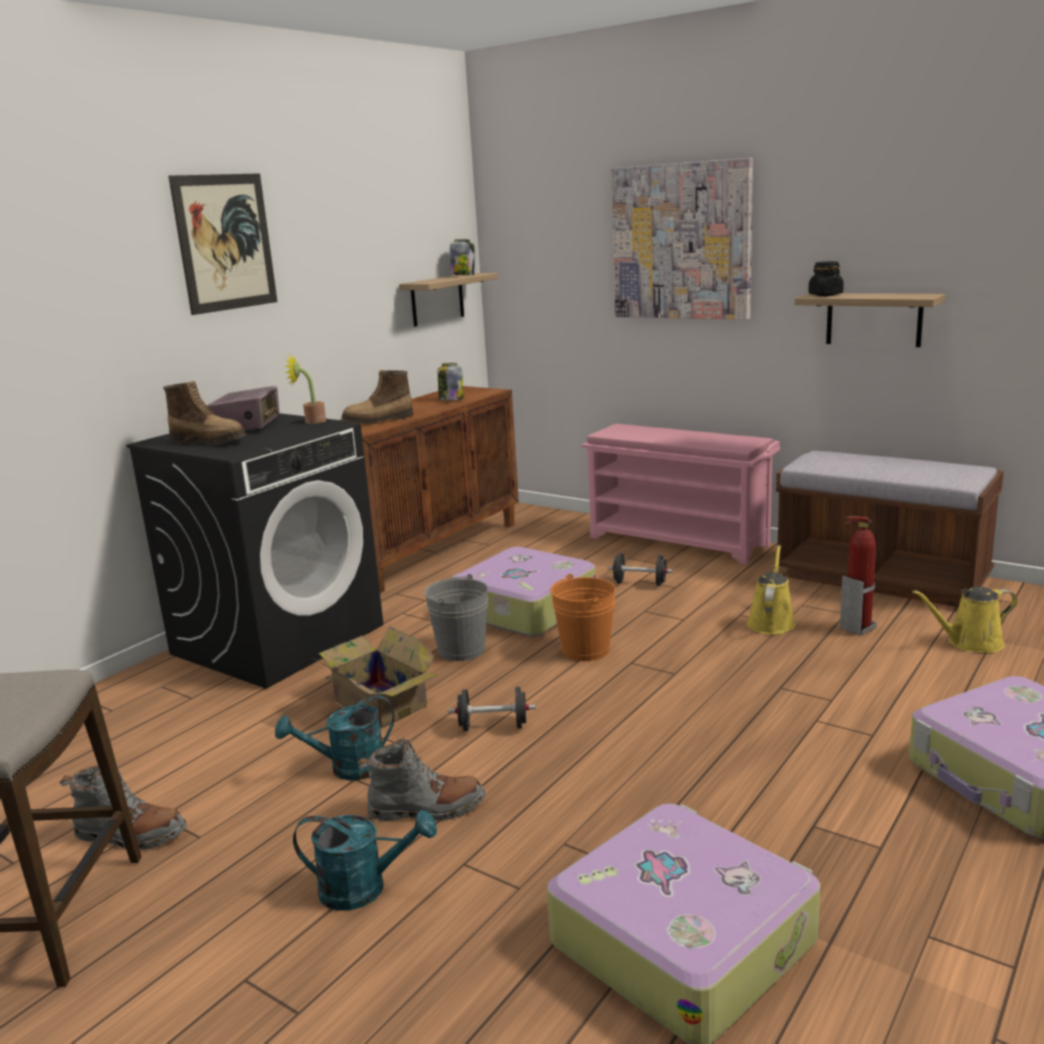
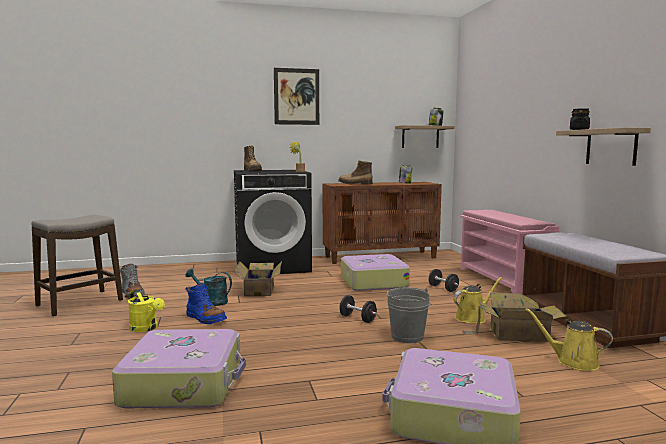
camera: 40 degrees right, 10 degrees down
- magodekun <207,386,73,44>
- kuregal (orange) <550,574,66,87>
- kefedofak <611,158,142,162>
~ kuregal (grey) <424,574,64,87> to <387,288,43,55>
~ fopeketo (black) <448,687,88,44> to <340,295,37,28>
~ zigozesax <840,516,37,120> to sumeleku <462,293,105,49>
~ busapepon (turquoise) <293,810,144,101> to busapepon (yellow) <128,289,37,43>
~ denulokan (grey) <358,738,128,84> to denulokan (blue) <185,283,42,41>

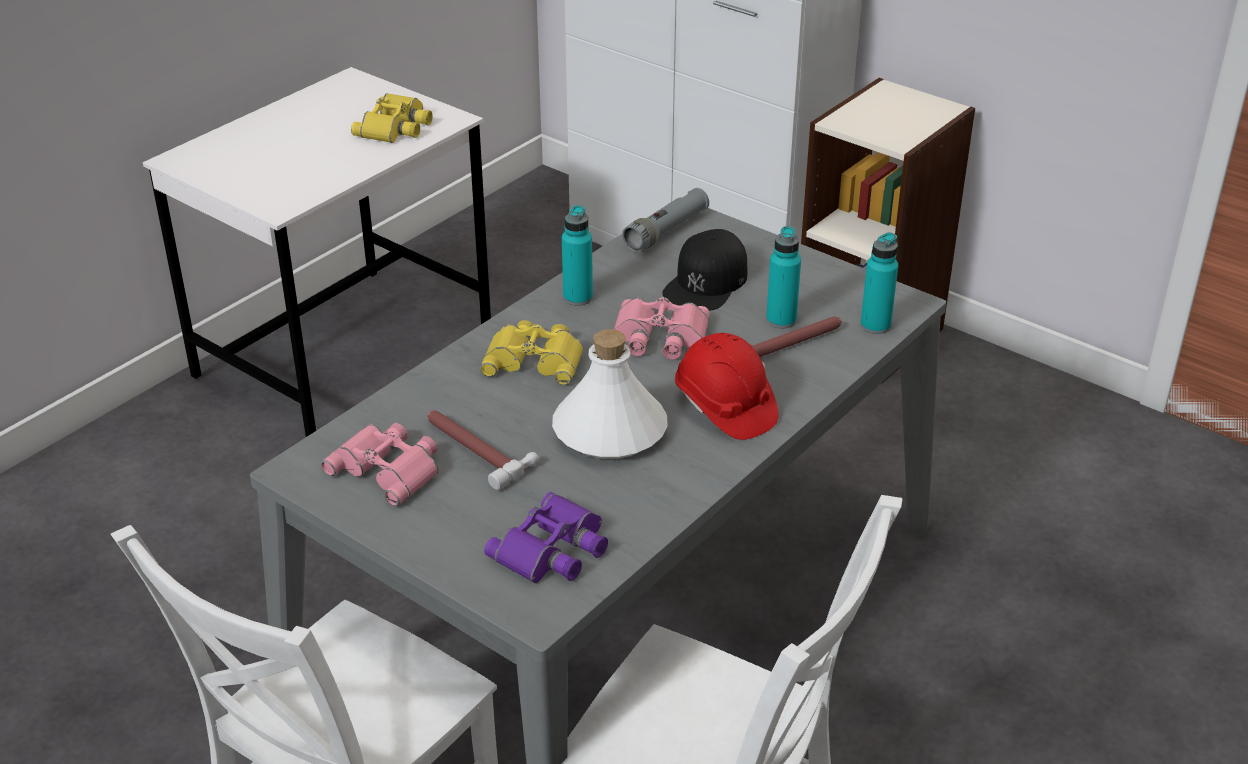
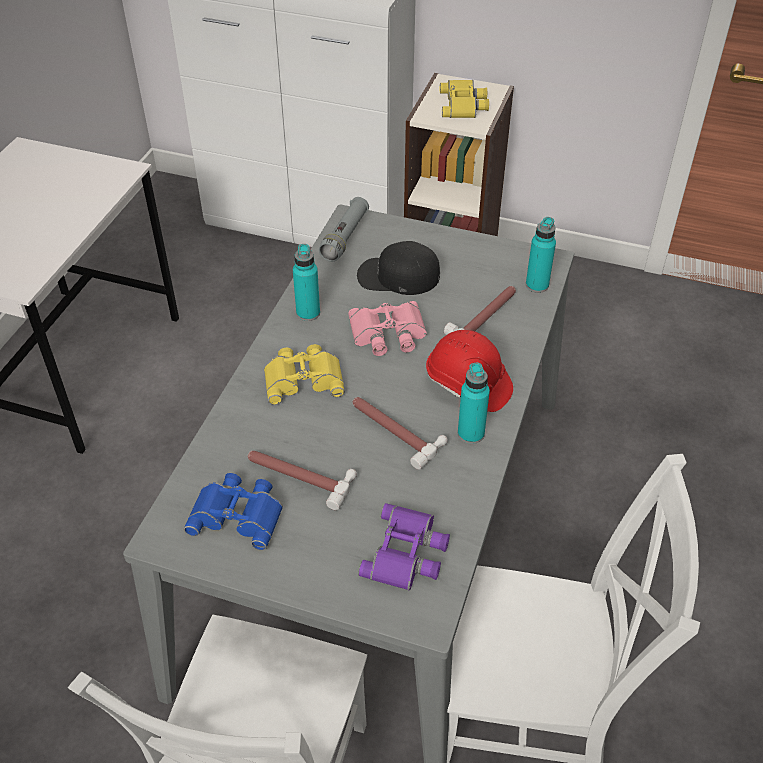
camera: 20 degrees left, 10 degrees up
~ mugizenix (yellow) <351,93,82,50> to <440,80,49,38>
~ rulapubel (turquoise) <766,226,35,102> to <458,363,32,81>
~ rulapubel (white) <552,329,116,130> to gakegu <352,397,96,73>
~ mugizenix (pink) <321,423,118,83> to mugizenix (blue) <184,473,99,77>
~ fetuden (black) <662,229,85,82> = <357,241,83,54> 90 degrees clockwise

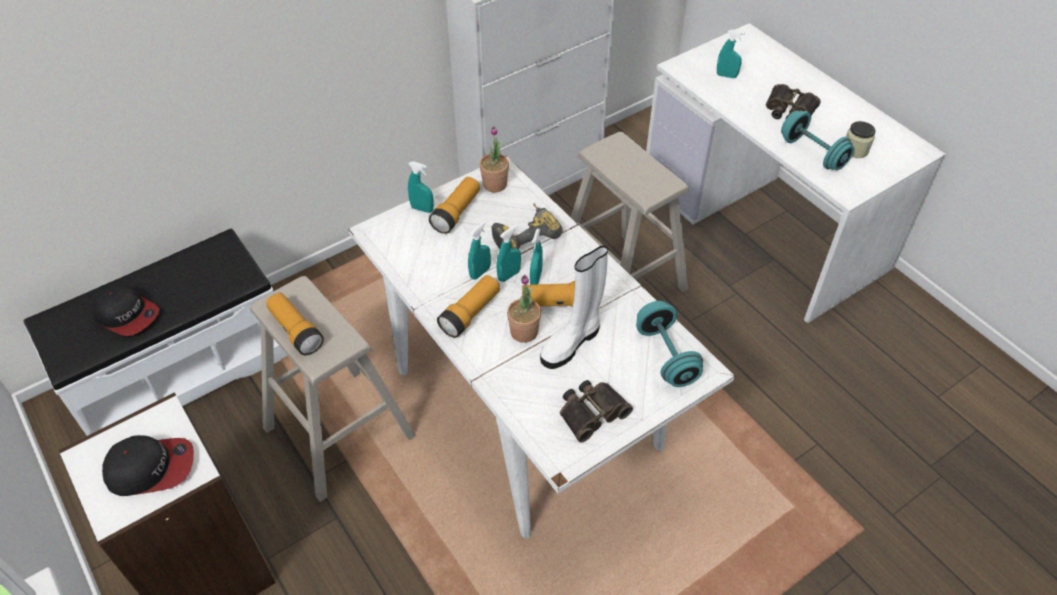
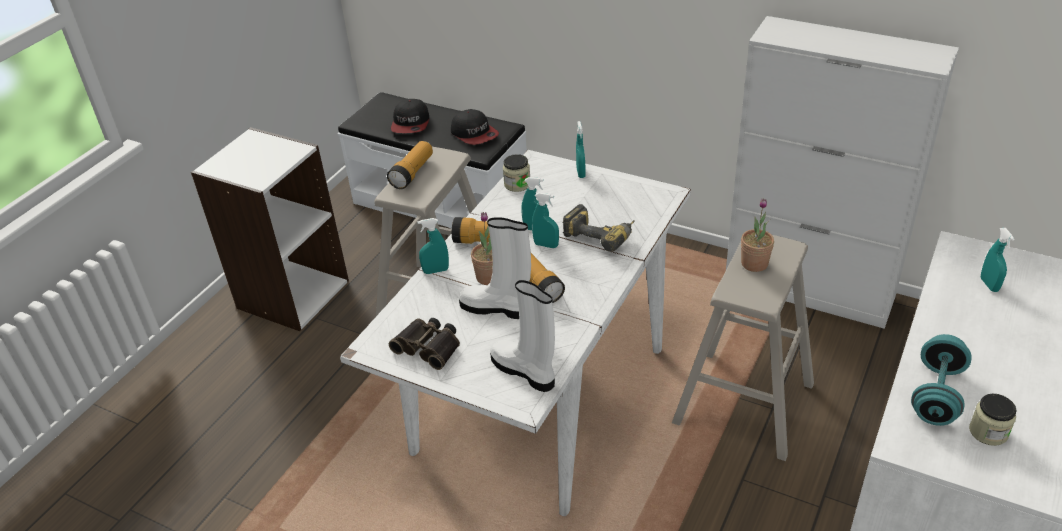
camera: 65 degrees right, 10 degrees down
- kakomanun <429,177,51,57>
- mugizenix <766,84,55,35>
+ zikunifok <503,154,27,38>
~ fetuden <102,435,92,61> to <451,109,48,36>
~ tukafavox <480,126,29,66> to <741,198,33,74>
~ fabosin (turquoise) <530,229,13,56> to <417,218,32,56>
~ fopeketo (turquoise) <636,301,67,86> to denulokan (white) <490,280,65,112>

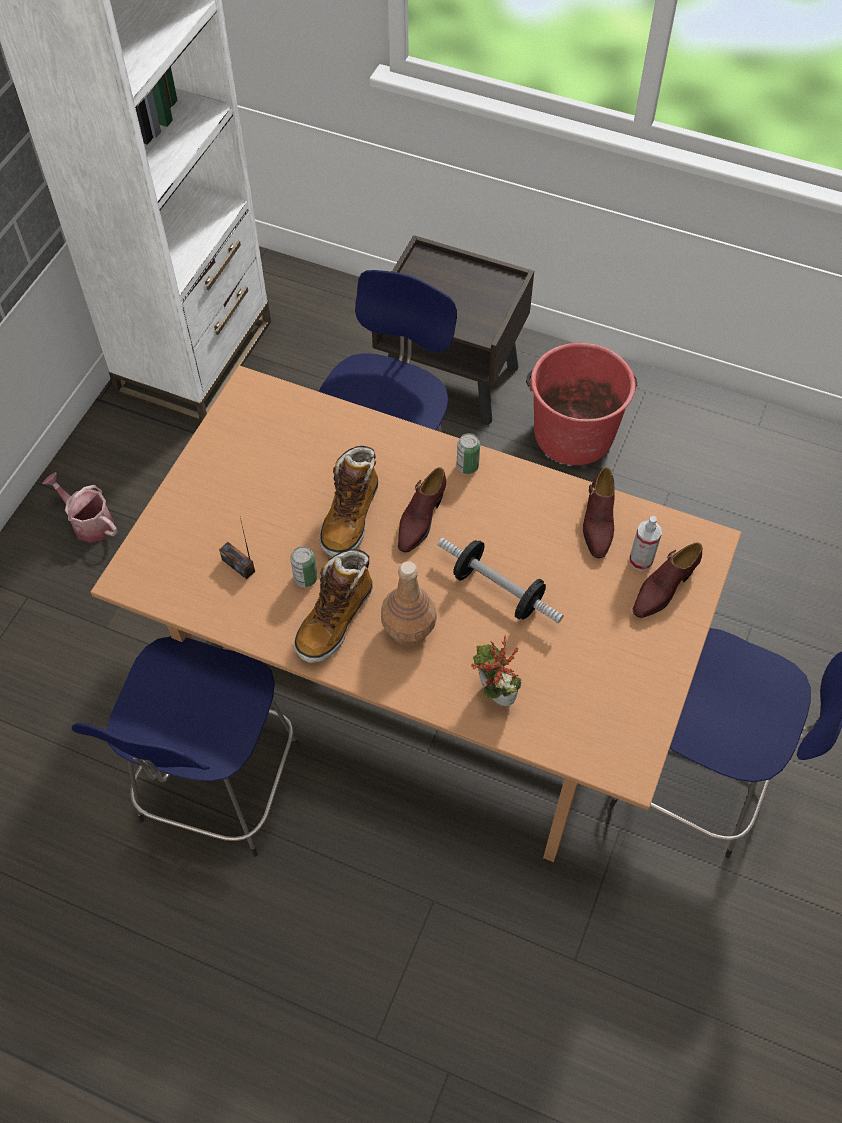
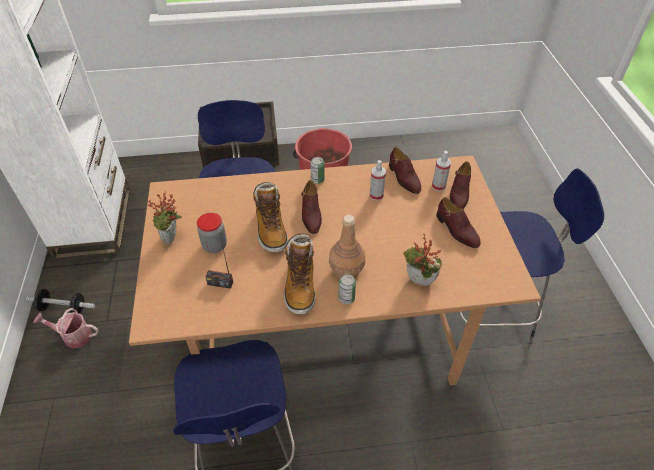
camera: 30 degrees left, 10 degrees down
+ tukafavox <147,191,35,54>
+ zikunifok <197,213,30,40>
+ fabosin <370,160,16,41>
+ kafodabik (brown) <437,197,44,51>
~ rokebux <290,546,27,41> to <338,274,18,30>
~ fopeketo <438,538,126,85> to <26,289,69,25>

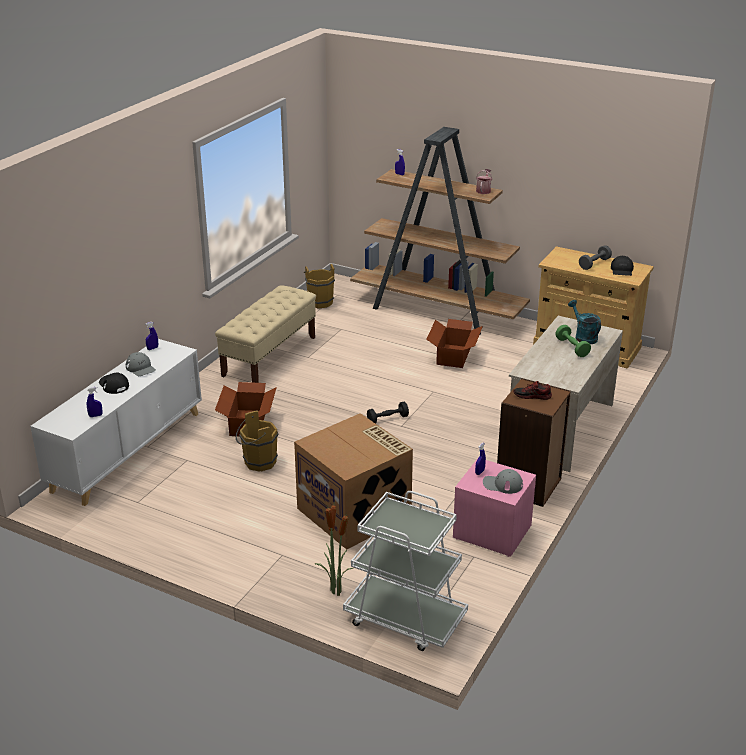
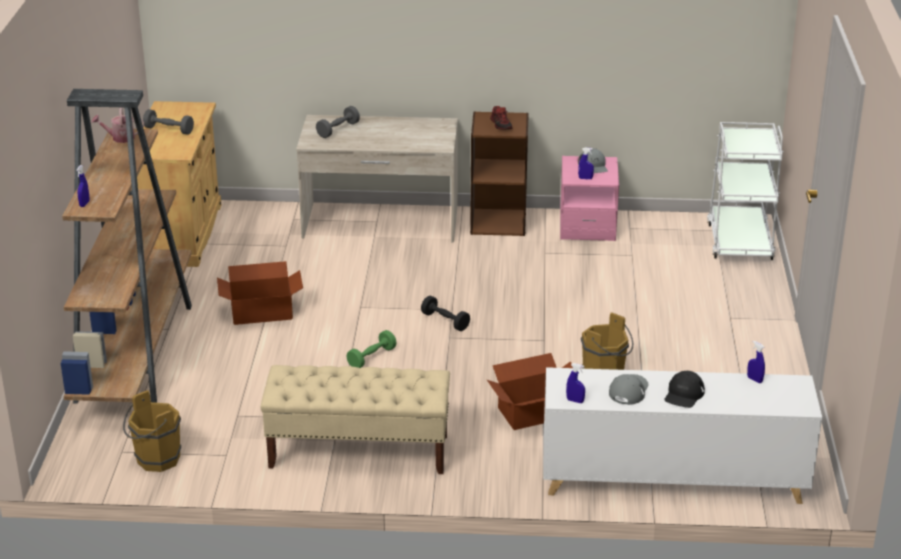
camera: 115 degrees left, 0 degrees up
- sumeleku <294,413,119,136>
- tukafavox <315,500,38,96>
- fetuden (black) <611,256,23,20>
~ fopeketo (green) <555,325,36,32> to <347,330,49,38>
~ busapepon (turquoise) <568,300,33,44> to fopeketo (grey) <316,106,44,32>

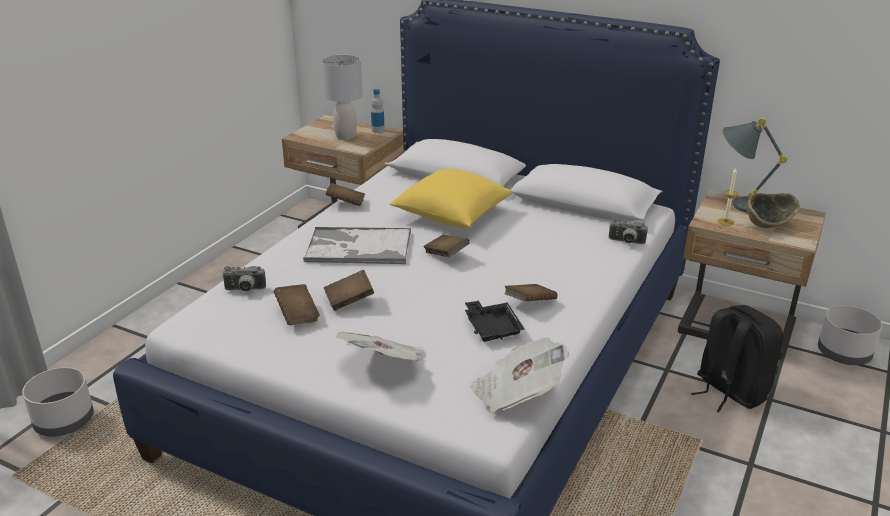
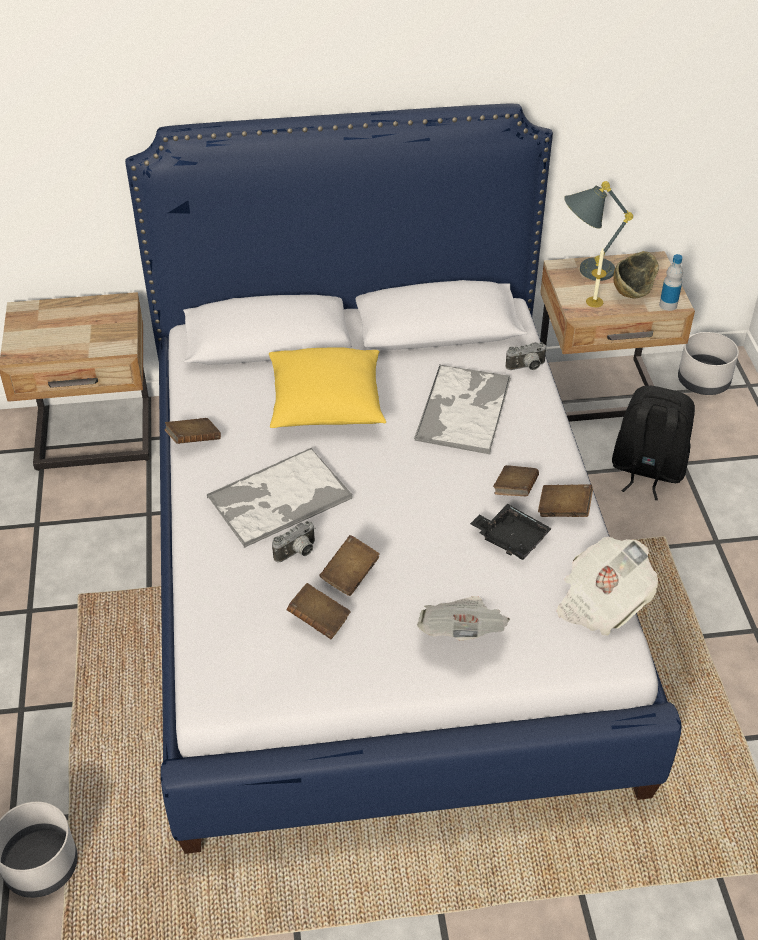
camera: 35 degrees left, 15 degrees up
- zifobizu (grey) <322,55,41,85>
+ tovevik <414,365,97,89>
~ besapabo <222,266,44,26> to <272,521,43,42>
~ rulapubel <371,89,14,44> to <659,254,24,57>
~ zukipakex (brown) <423,235,47,22> to <538,484,55,33>

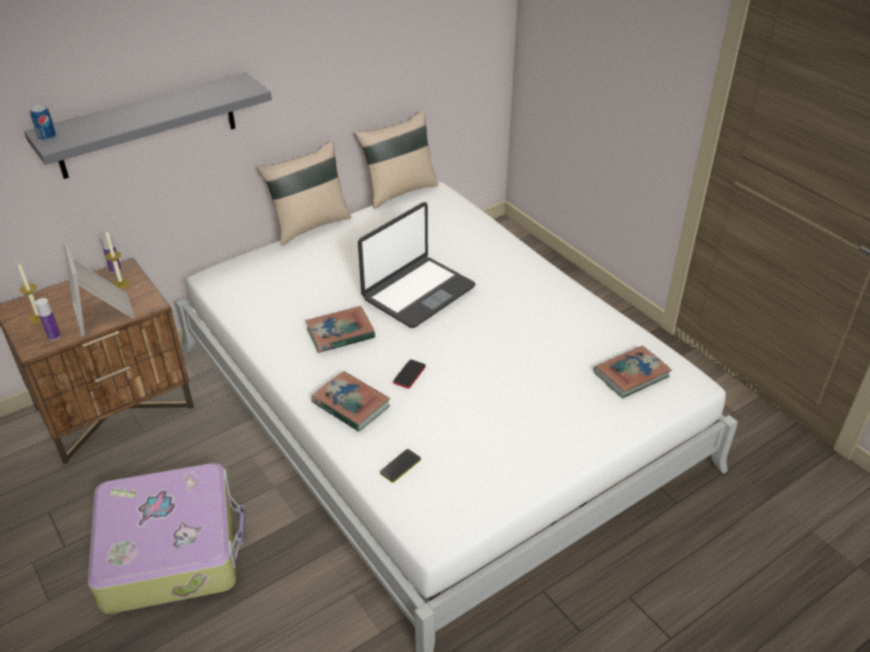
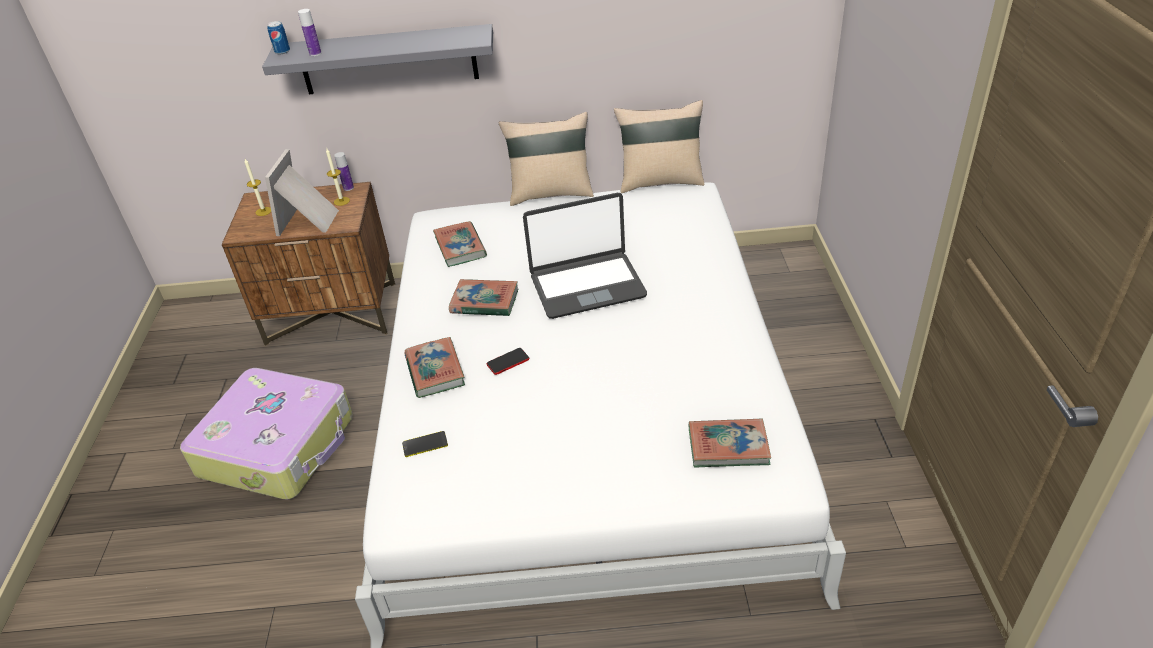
camera: 35 degrees right, 0 degrees up
+ zukipakex <433,221,54,46>
~ rulapubel <35,298,26,43> to <298,9,23,47>

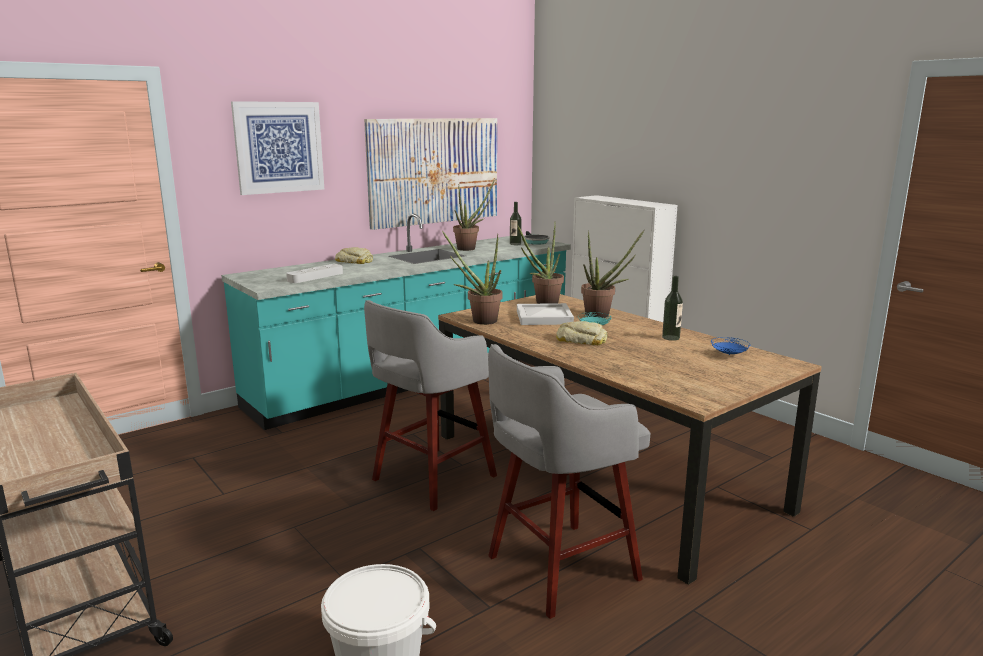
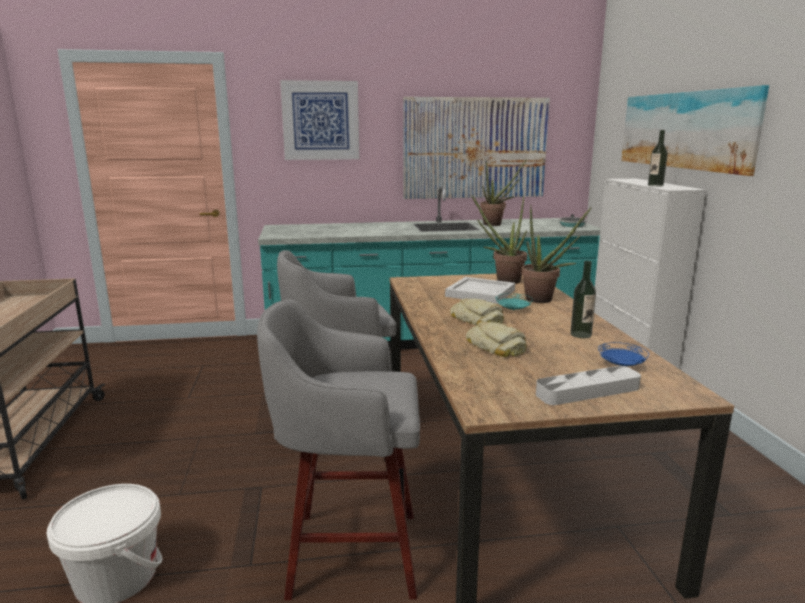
camera: 30 degrees right, 0 degrees up
- tukafavox <442,231,60,94>
+ kefedofak <621,85,148,91>
~ tovevik (grey) <286,264,57,19> to <536,366,105,39>
~ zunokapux <335,247,38,17> to <466,322,61,35>
~ rulapubel <510,202,12,43> to <648,130,20,57>

